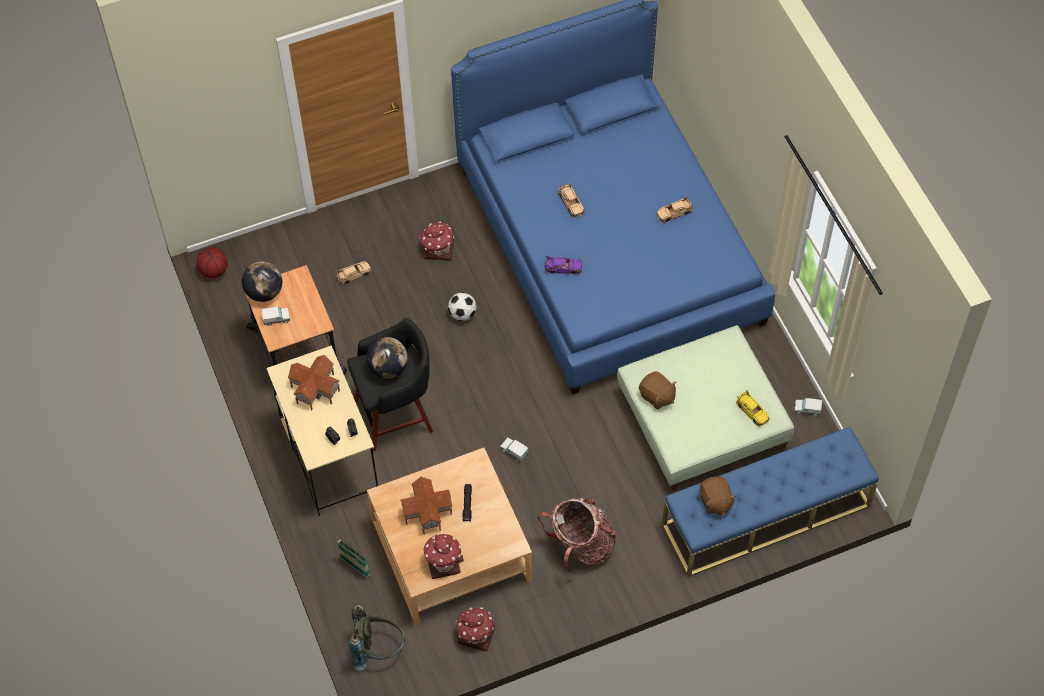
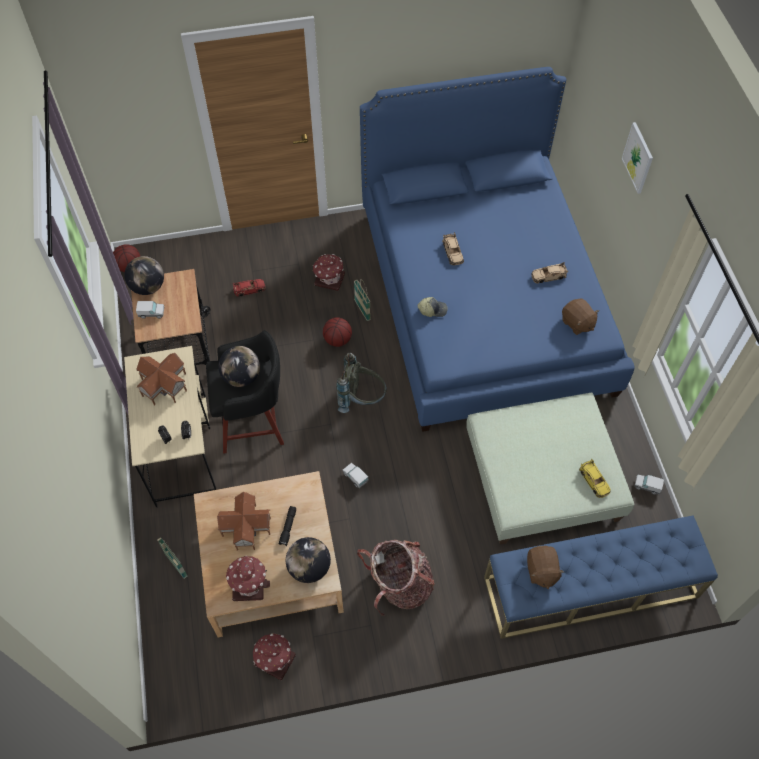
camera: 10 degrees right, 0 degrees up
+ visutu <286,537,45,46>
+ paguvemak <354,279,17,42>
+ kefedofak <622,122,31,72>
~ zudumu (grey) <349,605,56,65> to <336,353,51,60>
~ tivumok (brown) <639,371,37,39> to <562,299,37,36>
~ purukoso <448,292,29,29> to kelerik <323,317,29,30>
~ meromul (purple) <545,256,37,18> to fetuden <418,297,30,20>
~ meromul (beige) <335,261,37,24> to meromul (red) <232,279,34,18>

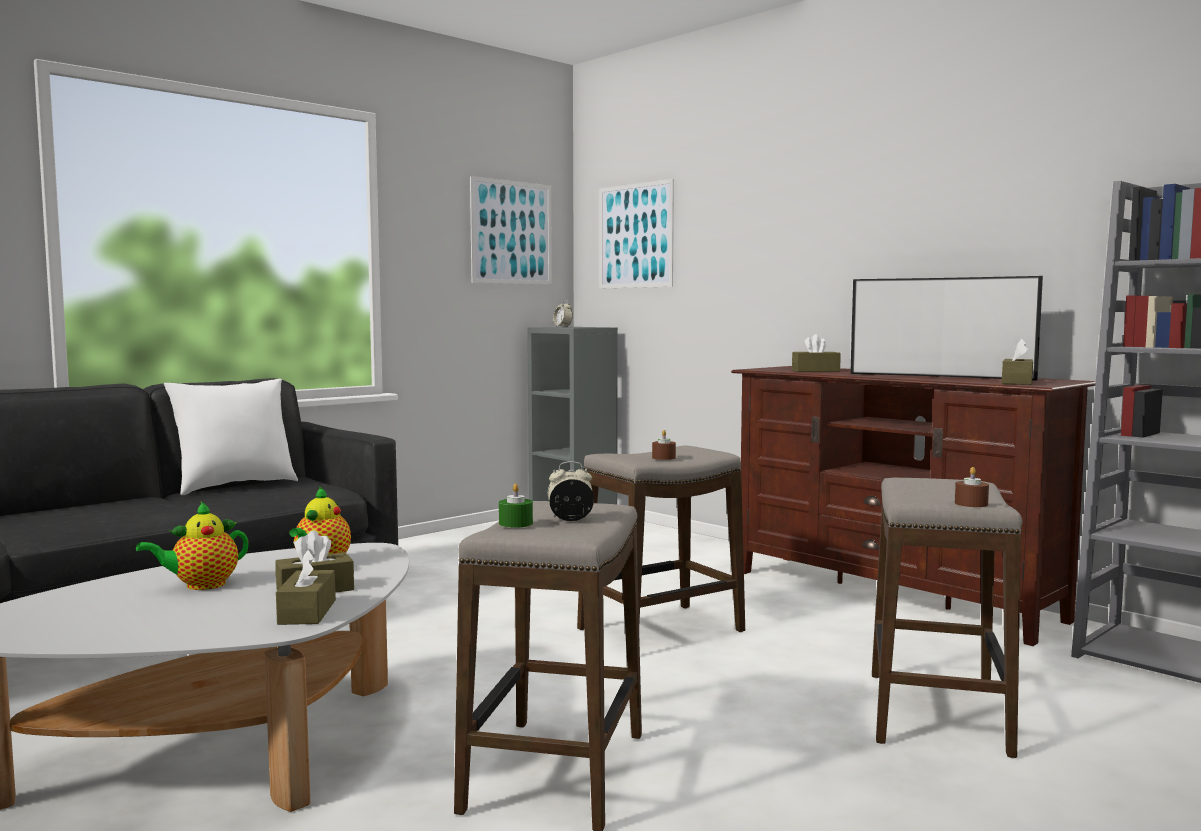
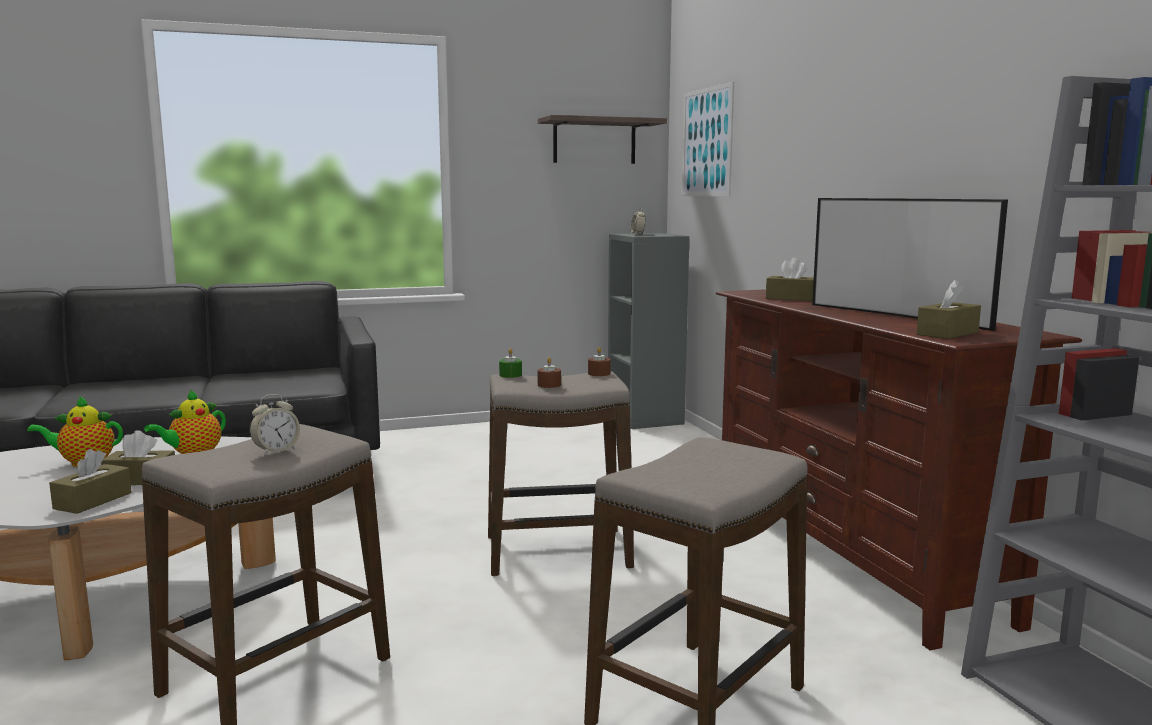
camera: 25 degrees right, 5 degrees up
- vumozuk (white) <164,379,134,116>
~ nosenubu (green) <499,483,34,45> to <499,348,23,30>
~ nosenubu (brown) <955,467,34,40> to <588,347,22,29>
~ kefedofak <470,176,82,109> to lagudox <538,115,129,49>
~ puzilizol <548,461,46,60> = <250,394,50,61> 120 degrees clockwise

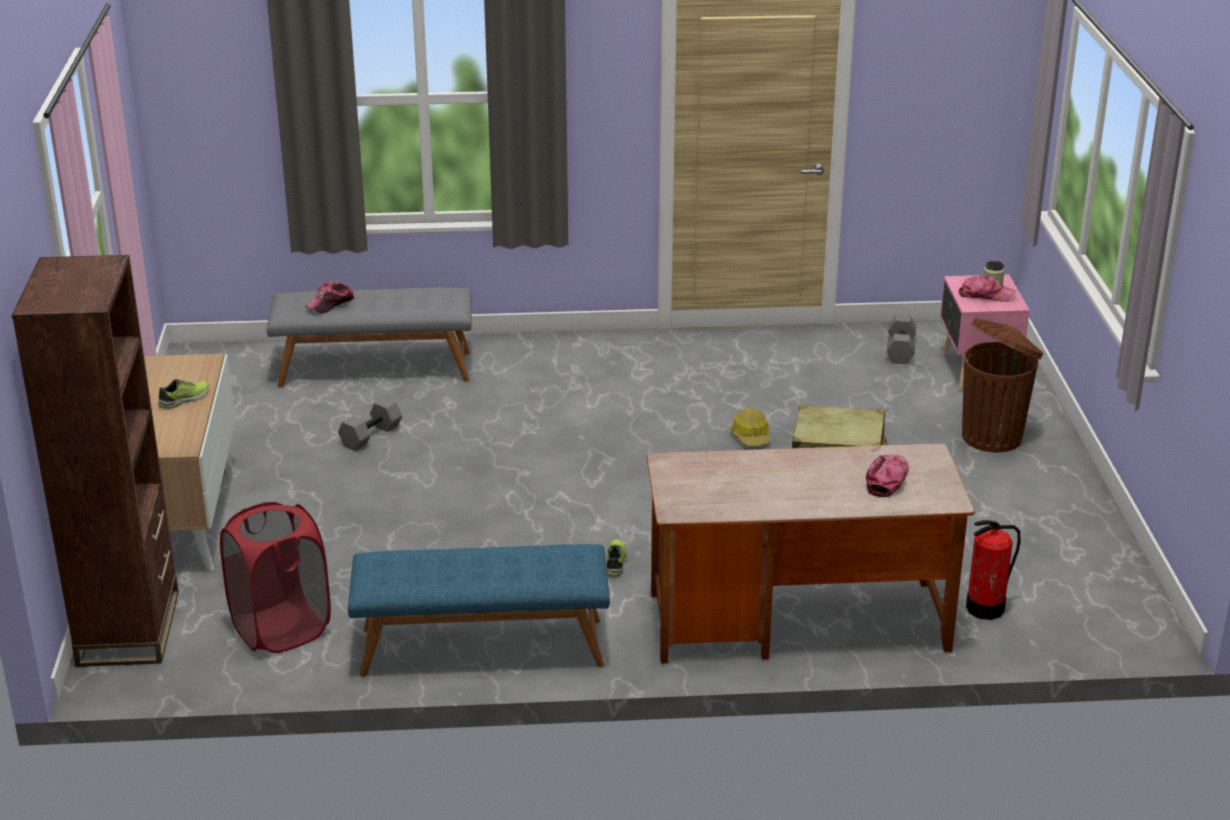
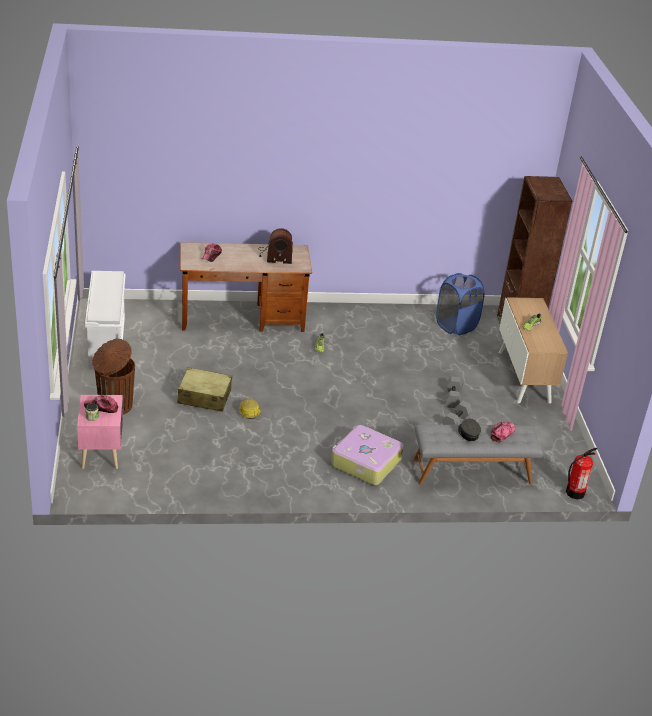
camera: 175 degrees right, 5 degrees up
- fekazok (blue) <348,544,262,133>
+ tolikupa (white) <85,271,41,98>
+ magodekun <259,228,34,36>
+ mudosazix <331,425,73,60>
+ fetuden (grey) <458,418,23,23>
~ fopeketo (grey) <887,314,29,50> to <445,376,17,32>
~ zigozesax <966,520,55,100> to <566,448,31,51>
~ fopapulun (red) <220,502,111,151> to fopapulun (blue) <436,273,49,62>

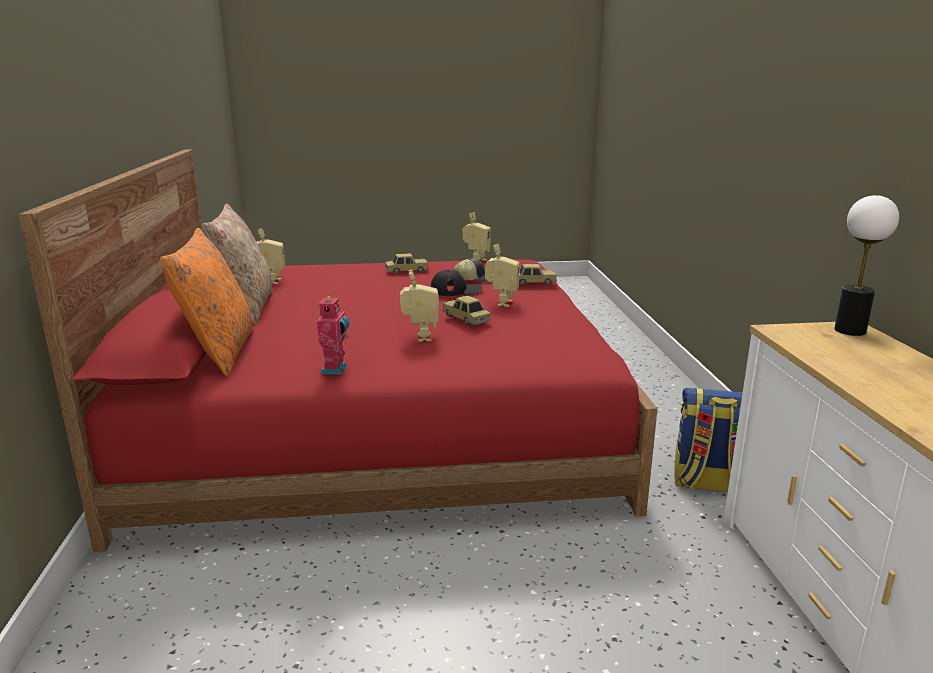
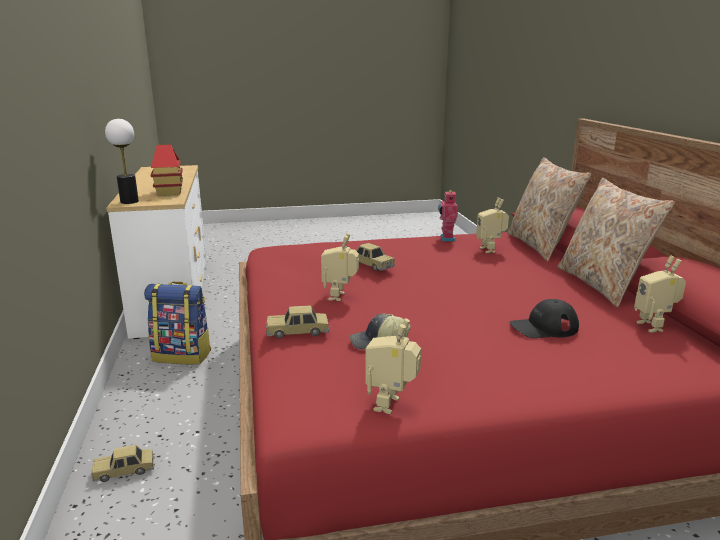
camera: 175 degrees right, 0 degrees up
+ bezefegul <151,144,32,52>
~ meromul <384,253,45,21> to <91,445,64,37>
~ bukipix <400,270,39,72> to <476,197,33,56>
~ fetuden (black) <431,270,51,26> to <510,299,69,39>
~ vumozuk (orange) <160,228,94,148> to vumozuk (beige) <507,157,84,104>

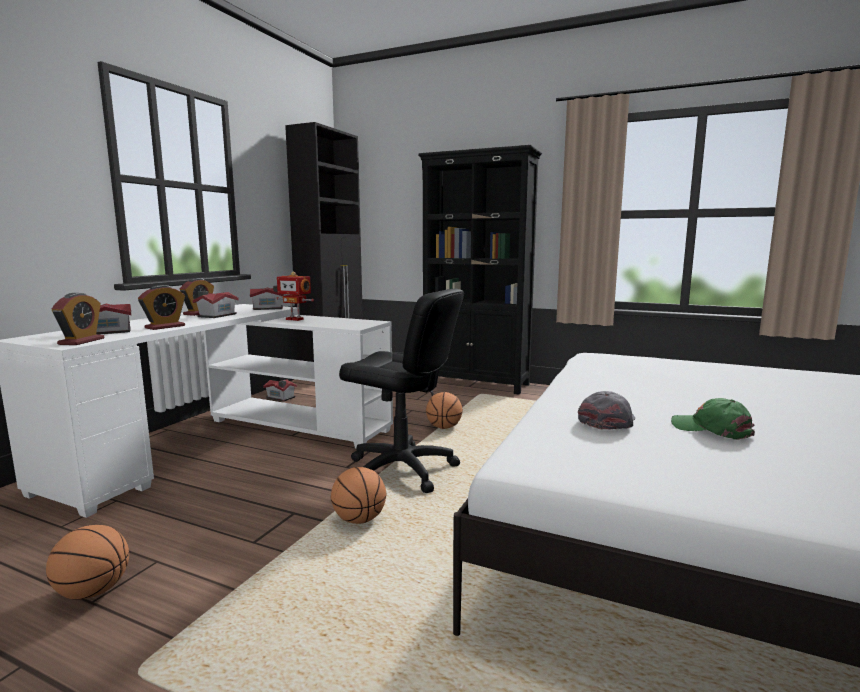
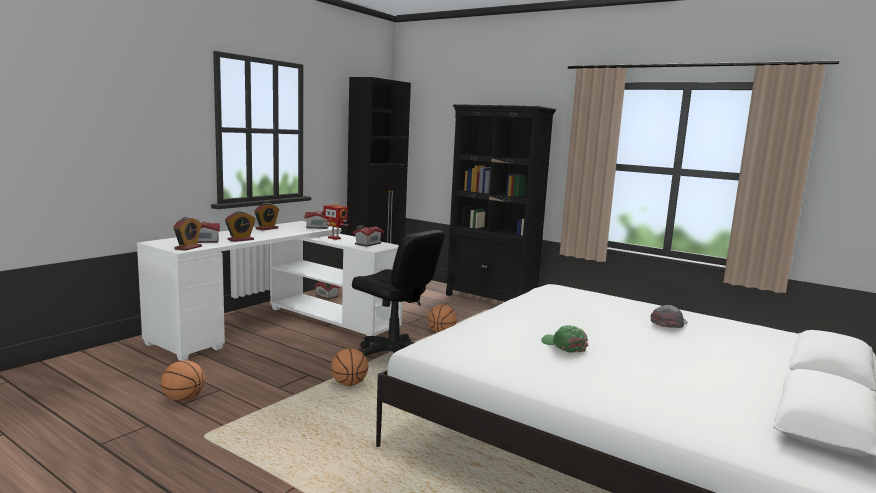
camera: 10 degrees right, 0 degrees up
~ bezefegul <193,291,46,27> to <353,225,31,22>
~ fetuden (grey) <578,391,57,39> to <650,305,38,23>

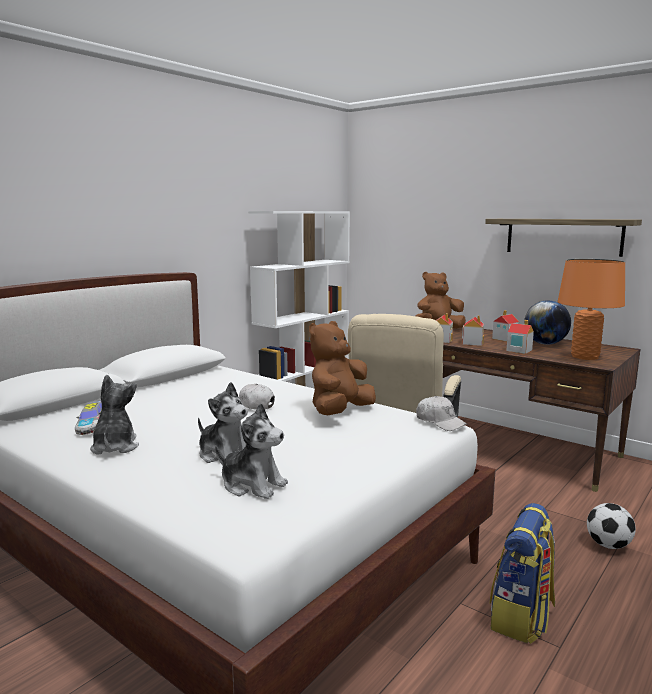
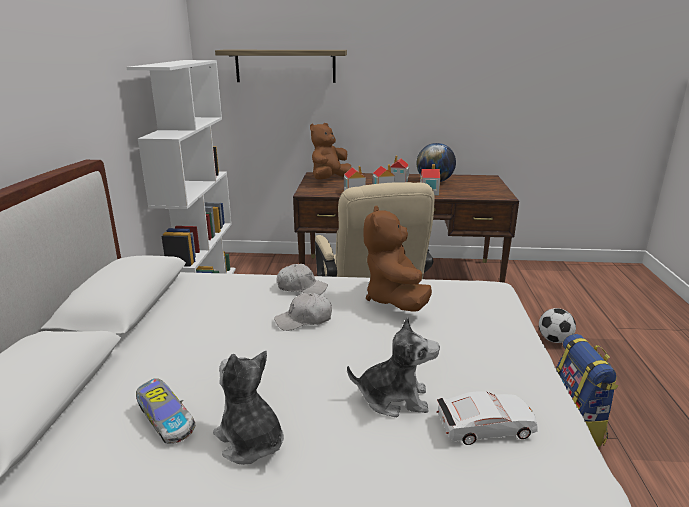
camera: 35 degrees left, 10 degrees up
- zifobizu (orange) <558,259,67,101>
~ fetuden (white) <416,396,51,35> to <277,264,51,31>
~ lagudox <485,219,157,38> to <215,50,132,33>
~ tivumok <215,403,73,96> to meromul (white) <436,391,102,54>

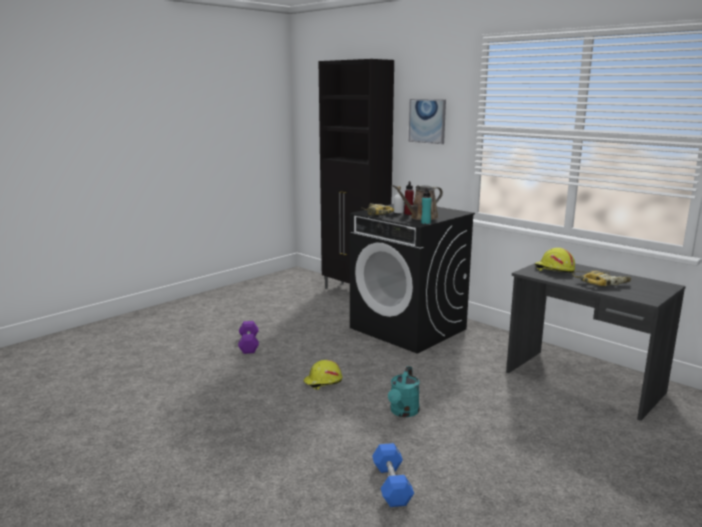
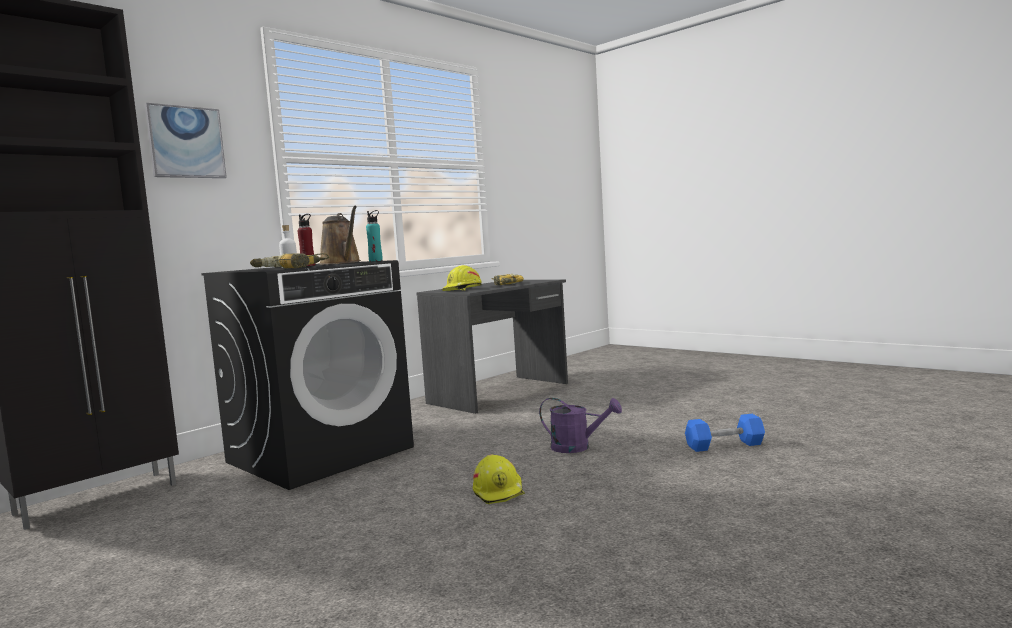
camera: 90 degrees left, 10 degrees down
- fopeketo (purple) <238,321,21,33>
~ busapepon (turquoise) <388,366,32,51> to busapepon (purple) <539,398,83,55>

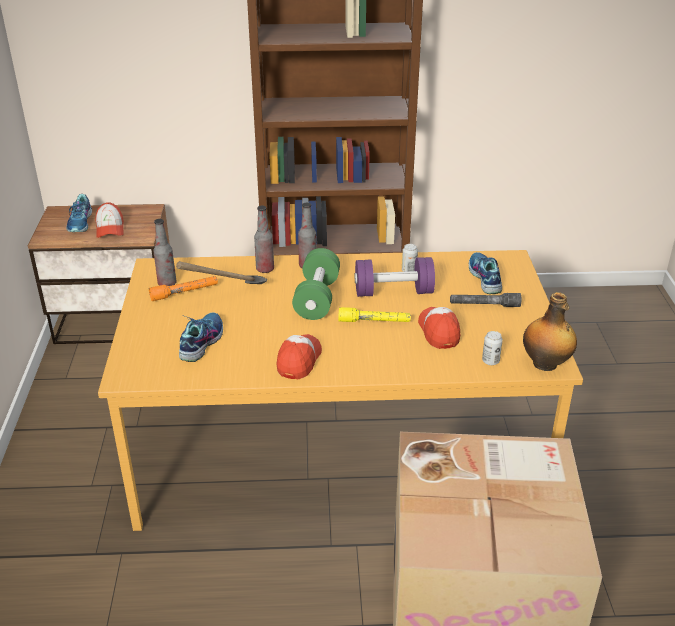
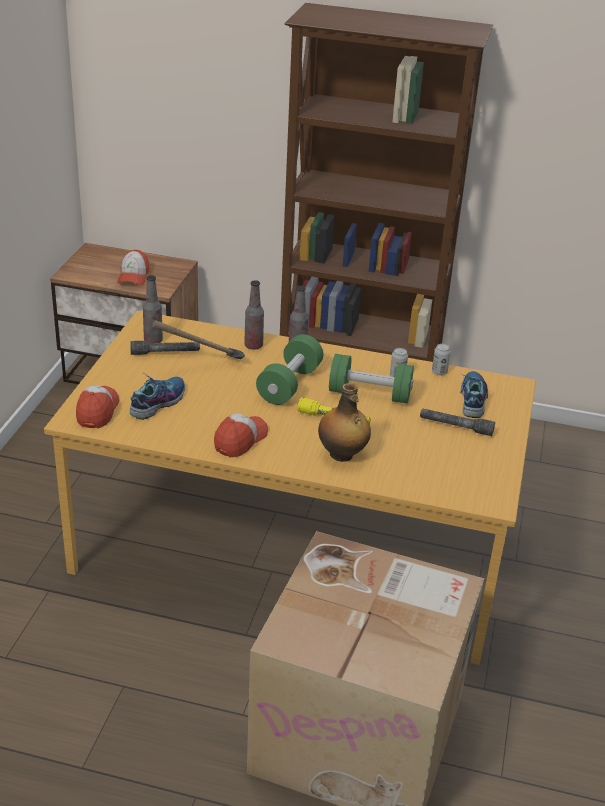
camera: 15 degrees right, 0 degrees up
- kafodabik <66,194,26,38>
~ fetuden <418,307,42,42> to <76,386,43,42>
~ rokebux <482,331,21,34> to <432,344,19,31>
~ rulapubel <523,292,54,79> to <318,383,53,79>
~ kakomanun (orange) <149,276,69,25> to kakomanun (grey) <130,341,70,14>
~ fopeketo (purple) <355,257,80,40> to fopeketo (green) <329,354,85,50>

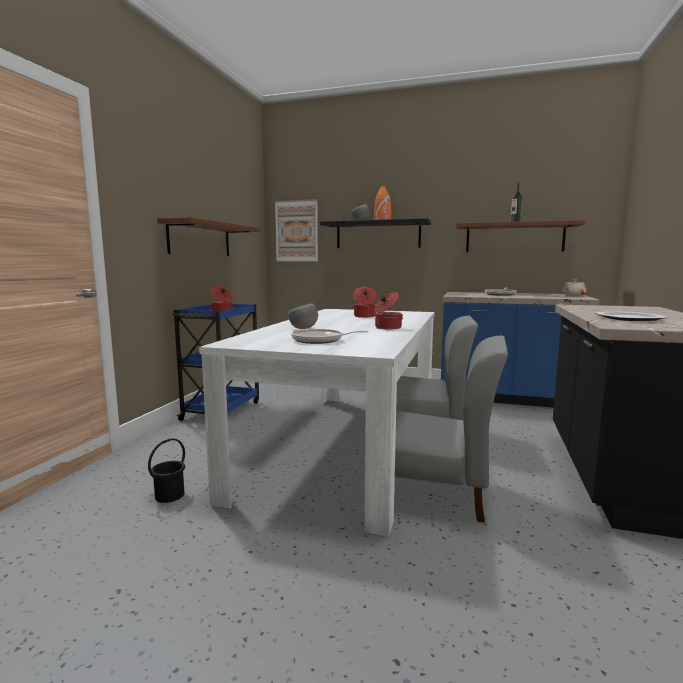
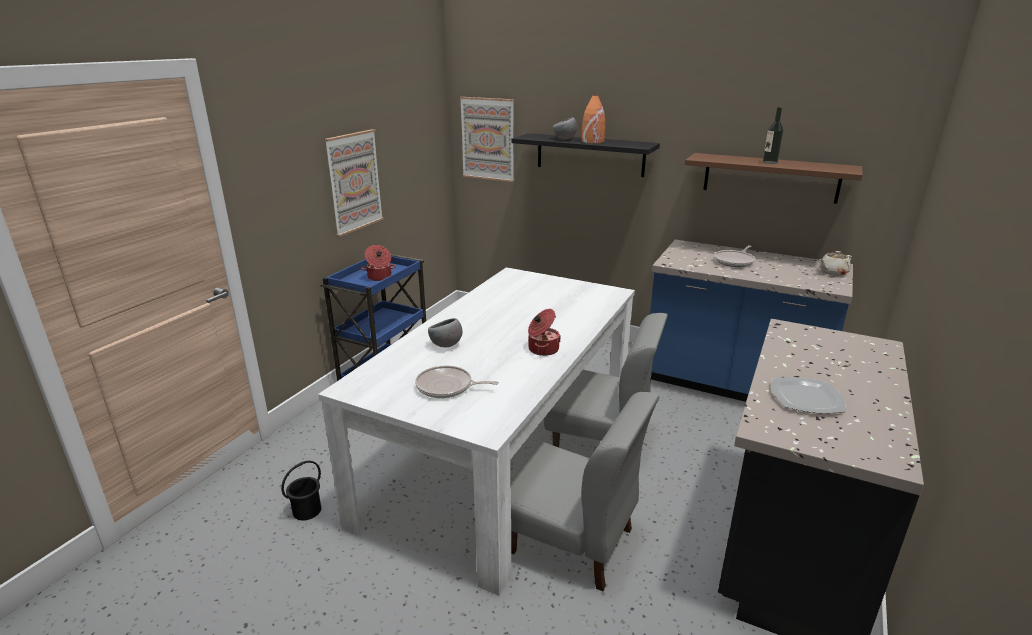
camera: 10 degrees right, 15 degrees up
- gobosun <350,287,27,31>
~ lagudox (brown) <157,217,103,39> to kefedofak <324,129,60,108>

